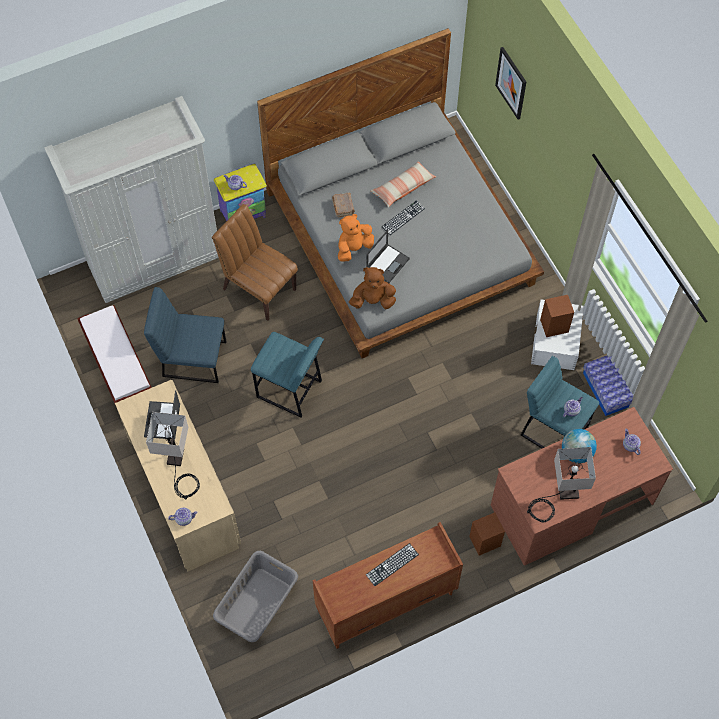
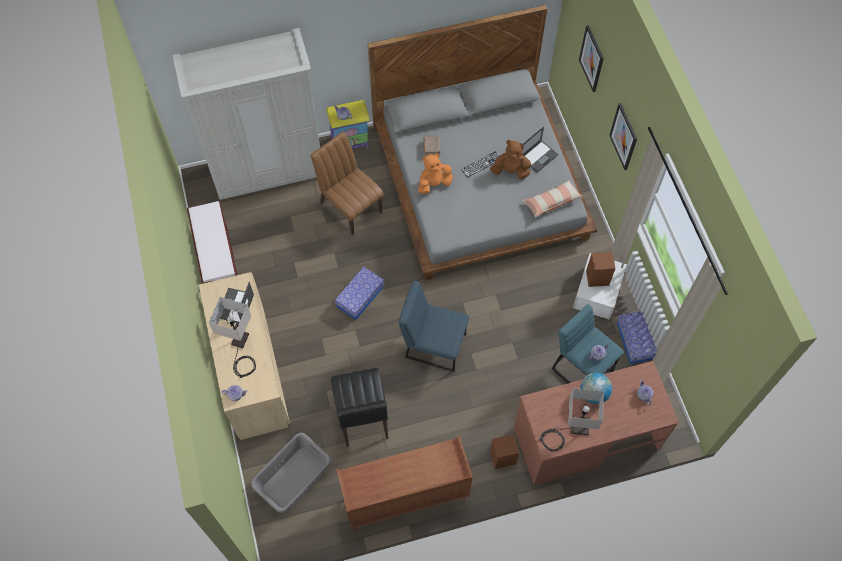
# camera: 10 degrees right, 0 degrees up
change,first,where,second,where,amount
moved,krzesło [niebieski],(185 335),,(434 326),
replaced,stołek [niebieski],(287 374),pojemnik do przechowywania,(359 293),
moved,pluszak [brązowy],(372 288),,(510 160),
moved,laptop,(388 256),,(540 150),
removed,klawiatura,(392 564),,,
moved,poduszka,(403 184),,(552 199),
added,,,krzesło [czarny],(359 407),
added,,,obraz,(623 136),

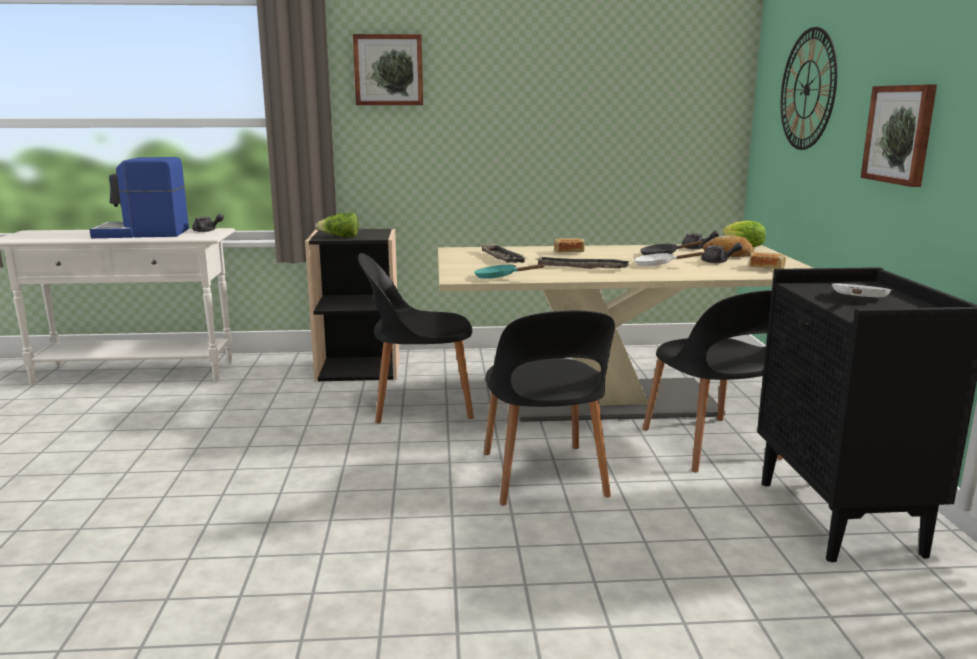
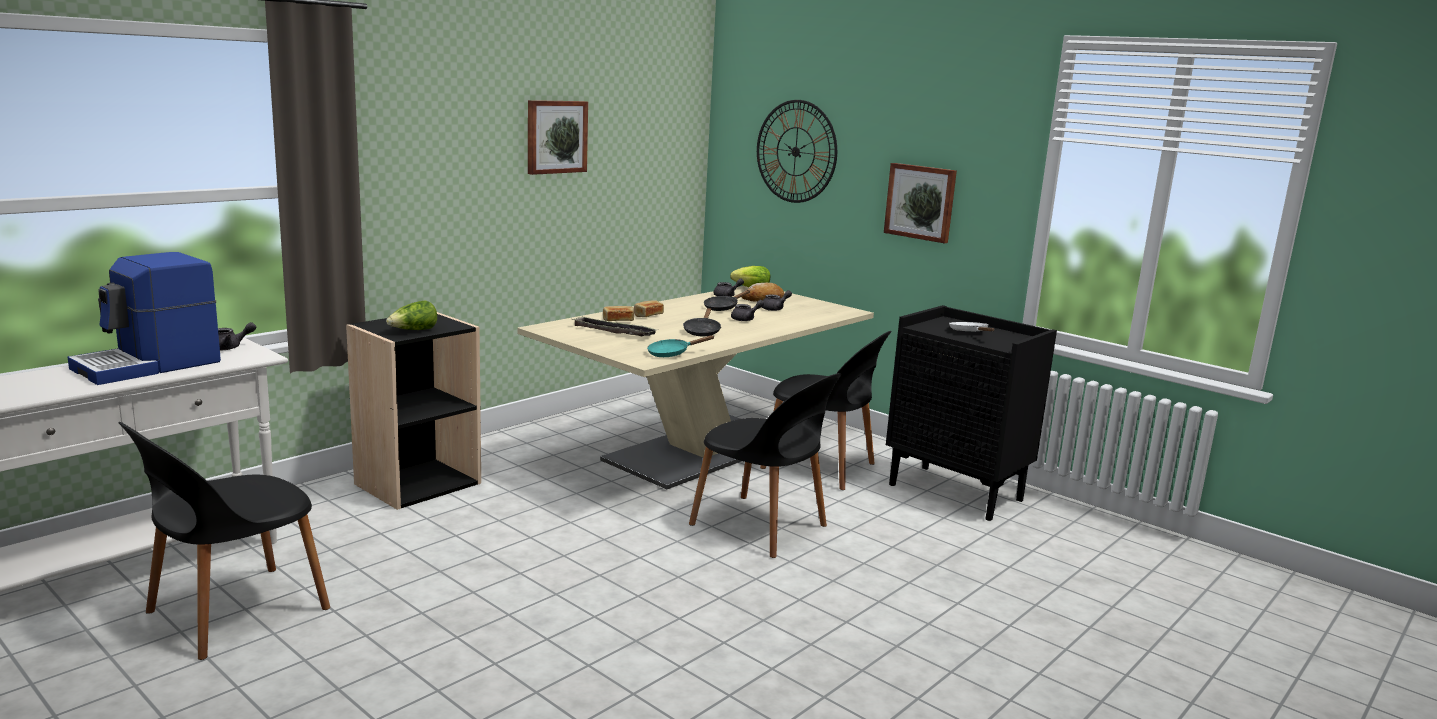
# camera: 45 degrees left, 0 degrees up
change,first,where,second,where,amount
moved,obraz,(388 69),,(558 137),
moved,krzesło [czarny],(416 338),,(224 541),
replaced,taca,(582 262),patelnia [czarny],(702 322),
replaced,patelnia [biały],(668 259),imbryk [szary],(747 310),
moved,chleb,(767 260),,(618 313),

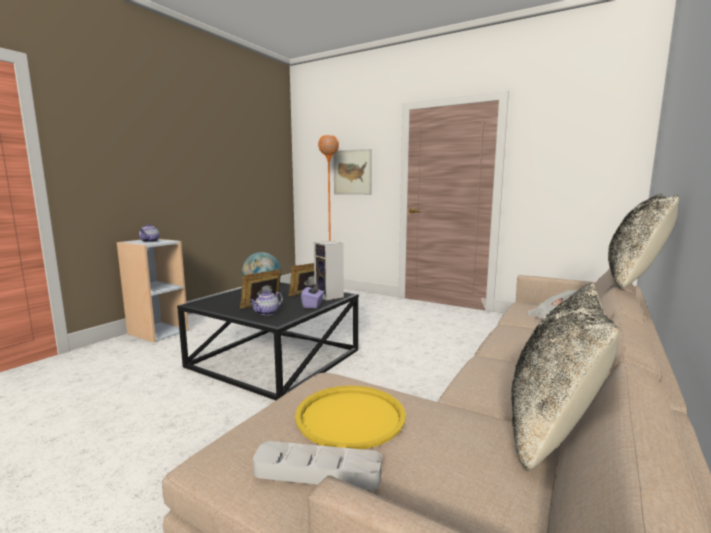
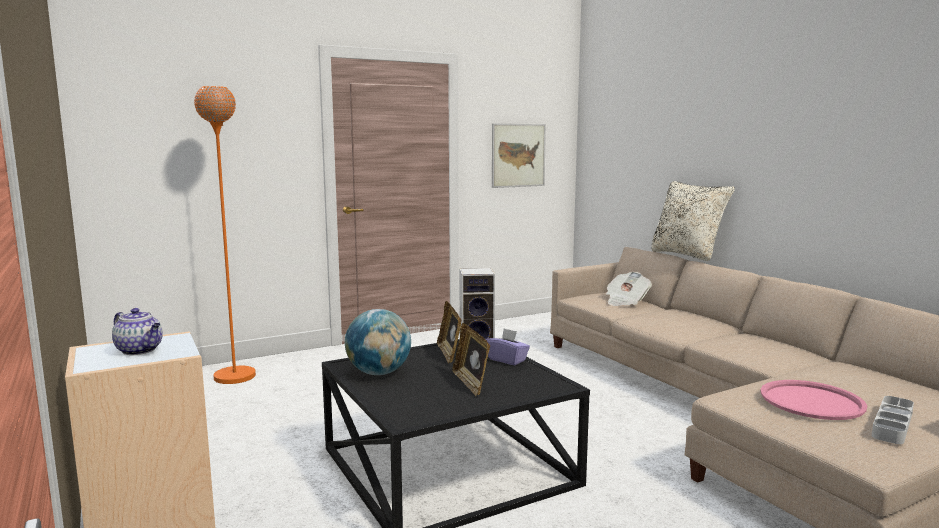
# camera: 60 degrees left, 0 degrees up
change,first,where,second,where,amount
removed,imbryk,(266 302),,,
recoloured,taca [żółty],(350 417),taca [różowy],(814 400),
moved,obraz,(353 172),,(519 156),
removed,poduszka [beżowy],(565 377),,,

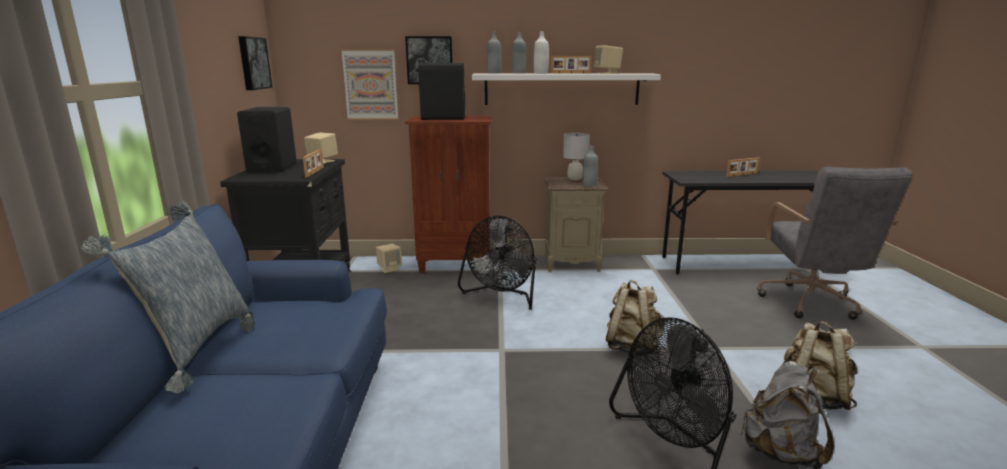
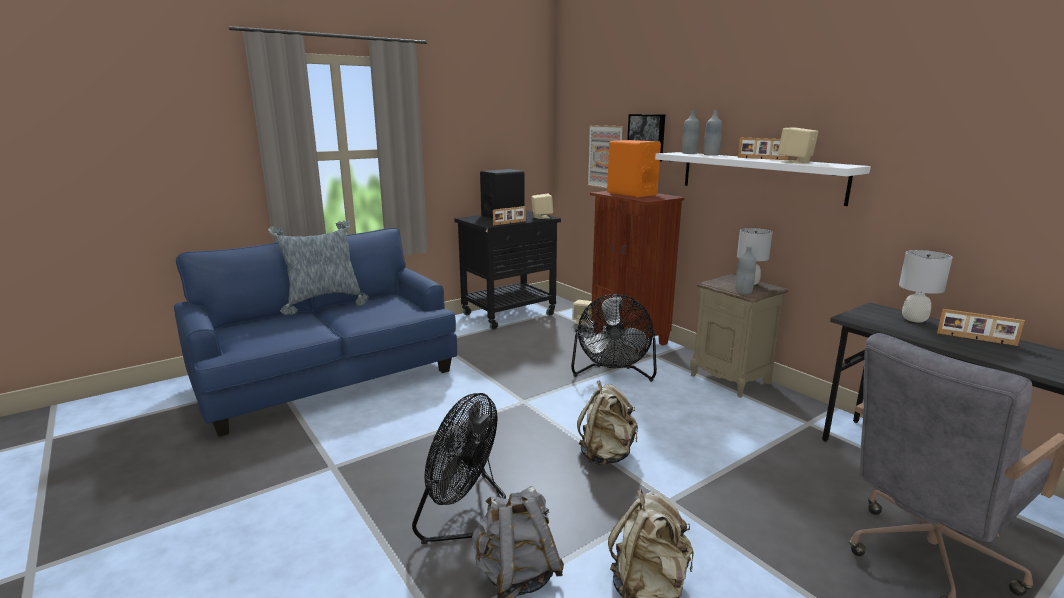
# camera: 55 degrees right, 0 degrees up
change,first,where,second,where,amount
removed,obraz,(255 63),,,
recoloured,głośnik [czarny],(440 91),głośnik [pomarańczowy],(634 168),
turned,wentylator [czarny],(498 263),,(614 338),75 degrees counterclockwise
removed,butelka [biały],(541 52),,,
added,,,lampa stołowa [szary],(926 286),

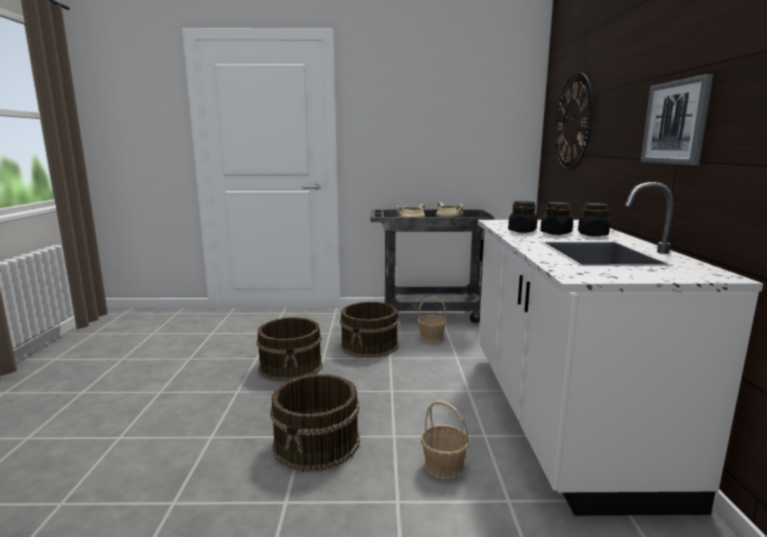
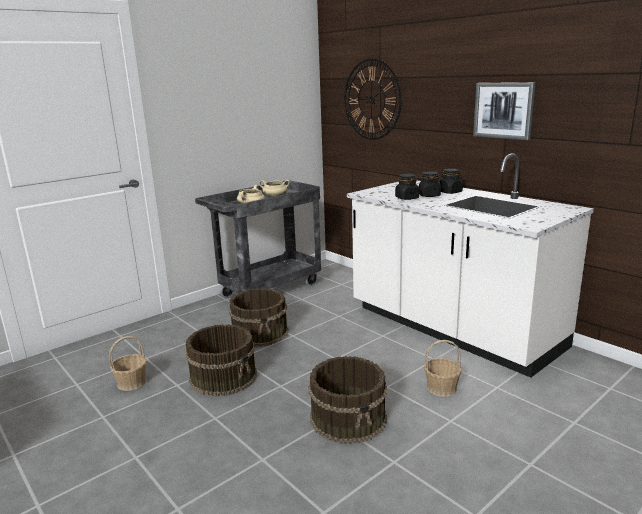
# camera: 40 degrees left, 5 degrees up
change,first,where,second,where,amount
moved,koszyk,(432 320),,(128 363),

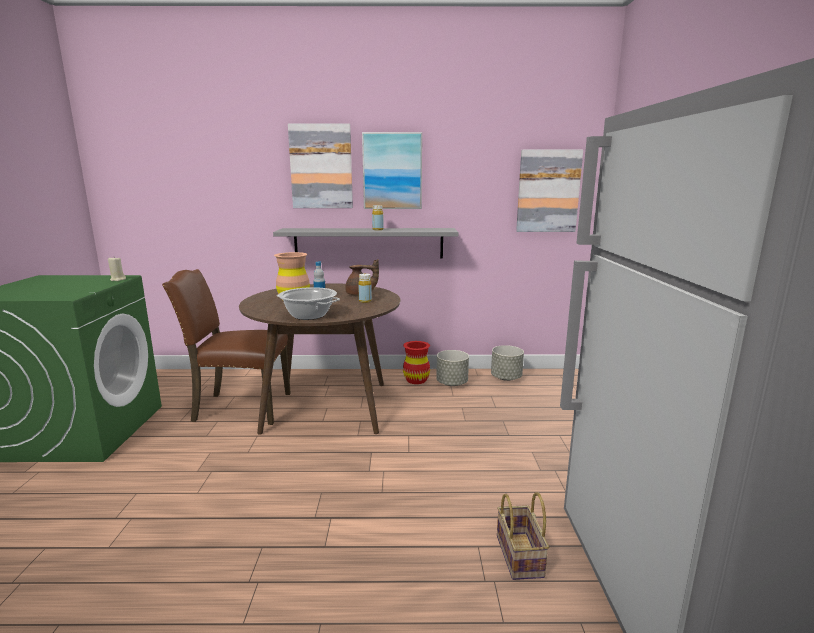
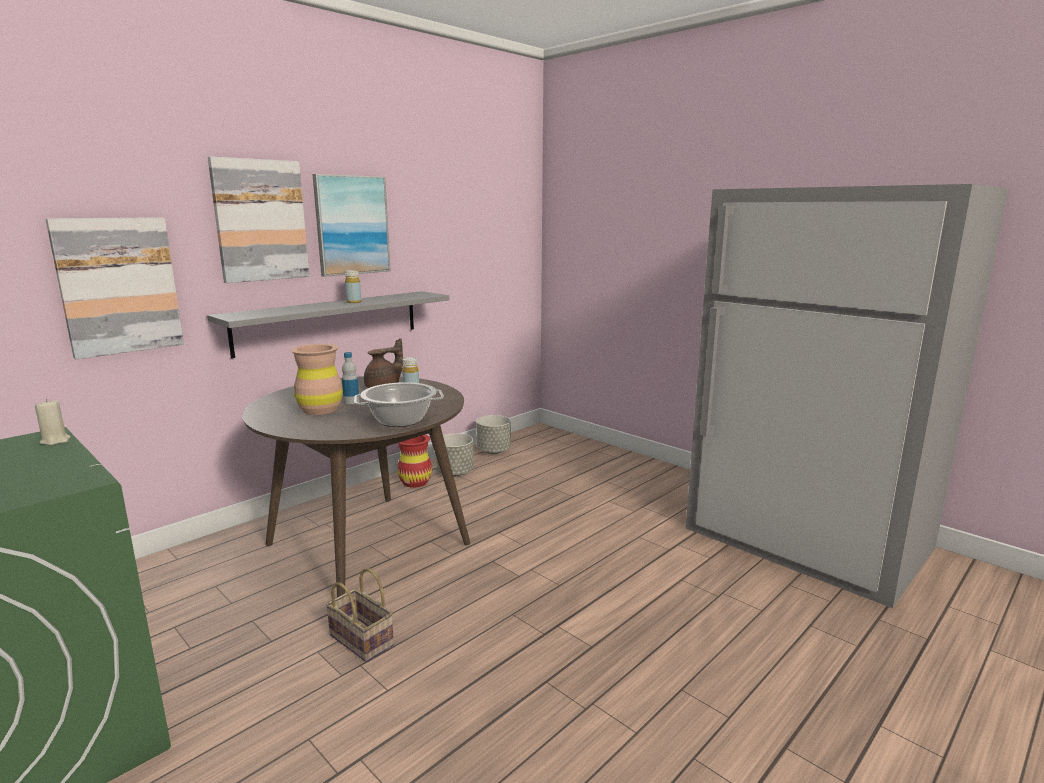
# camera: 45 degrees left, 0 degrees up
change,first,where,second,where,amount
removed,krzesło [brązowy],(226 347),,,
moved,koszyk,(523 536),,(360 615),
moved,obraz,(549 191),,(115 288),

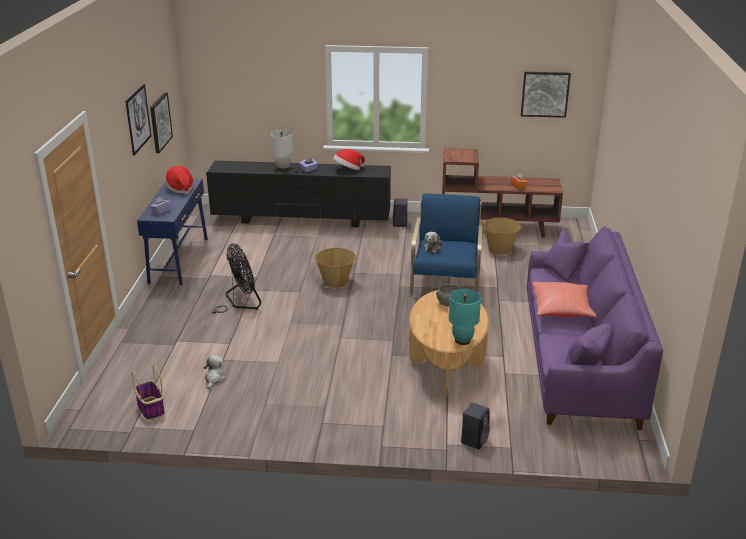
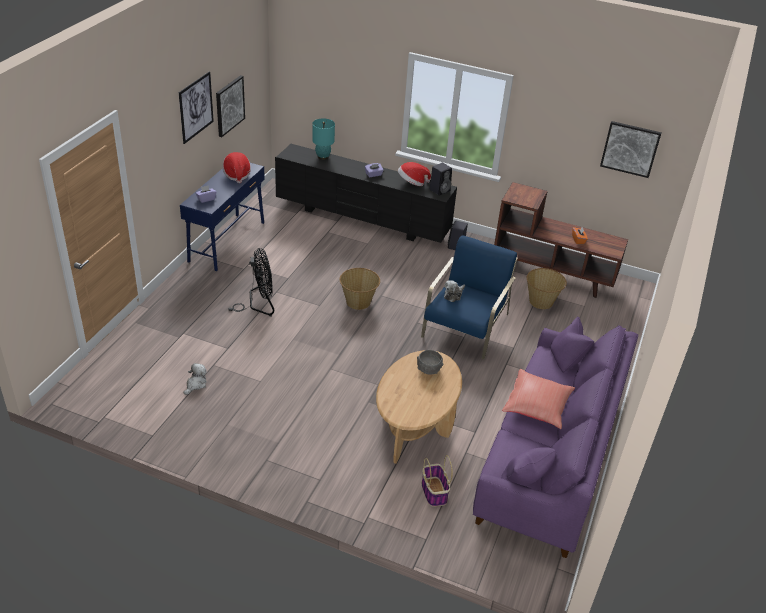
# camera: 15 degrees right, 10 degrees up
change,first,where,second,where,amount
moved,koszyk,(148 392),,(437 481),
removed,lampa stołowa [biały],(281 150),,,
moved,lampa stołowa [turkusowy],(464 317),,(323 139),
moved,głośnik [czarny],(475 426),,(441 179),

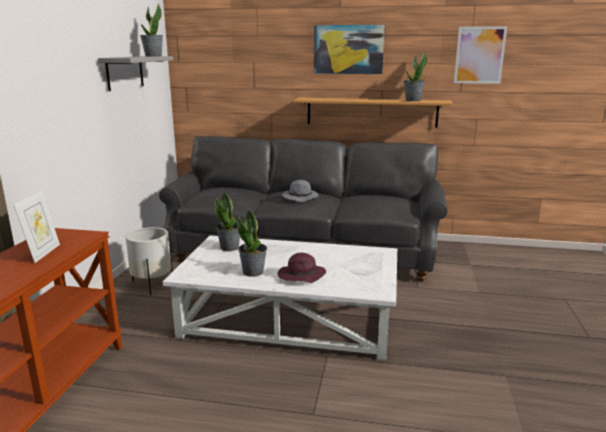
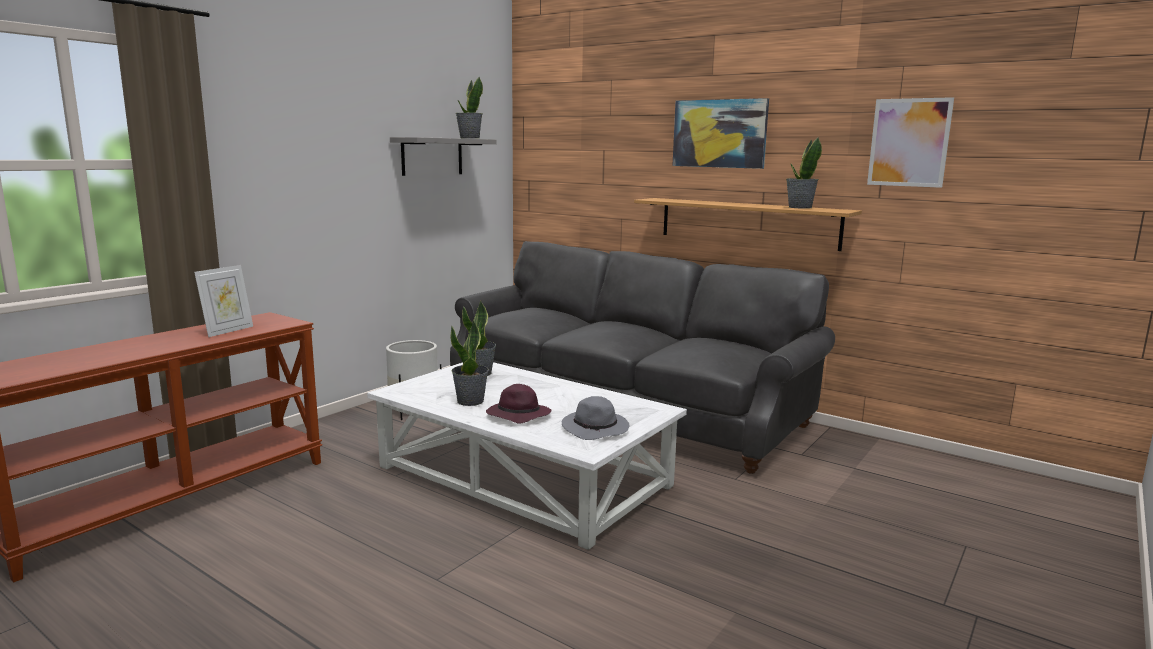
# camera: 25 degrees right, 5 degrees down
change,first,where,second,where,amount
moved,kapelusz [szary],(300 191),,(595 418),

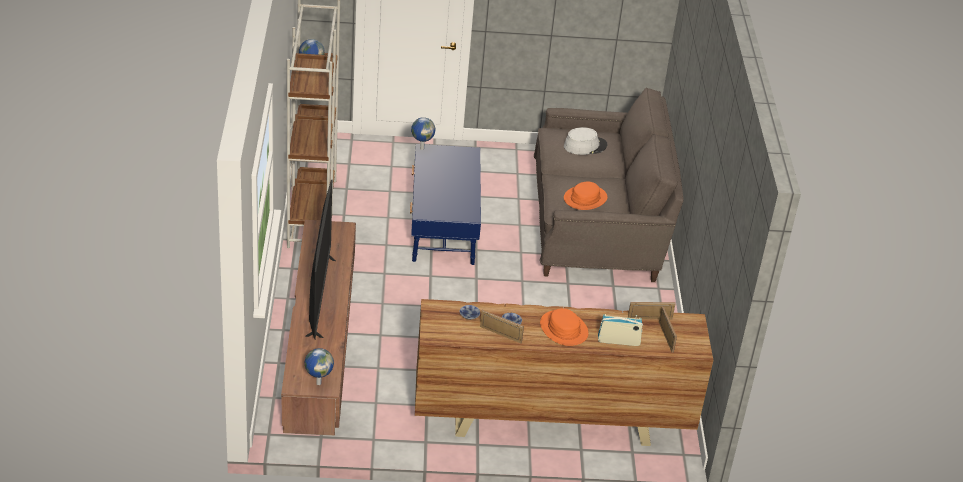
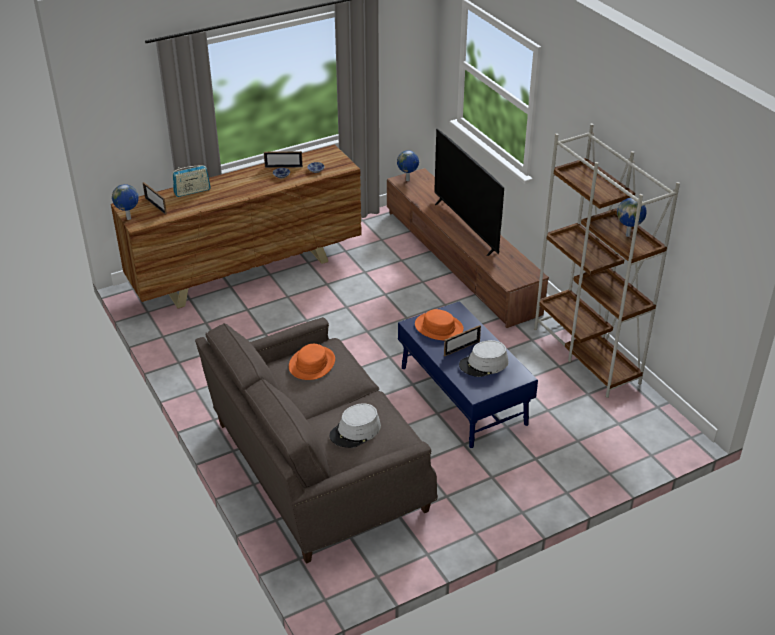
# camera: 155 degrees right, 0 degrees up
change,first,where,second,where,amount
moved,globus,(423 133),,(125 202),
moved,kapelusz [pomarańczowy],(564 327),,(439 324),
moved,ramka na zdjęcie,(652 310),,(462 340),
added,,,kapelusz [szary],(483 358),

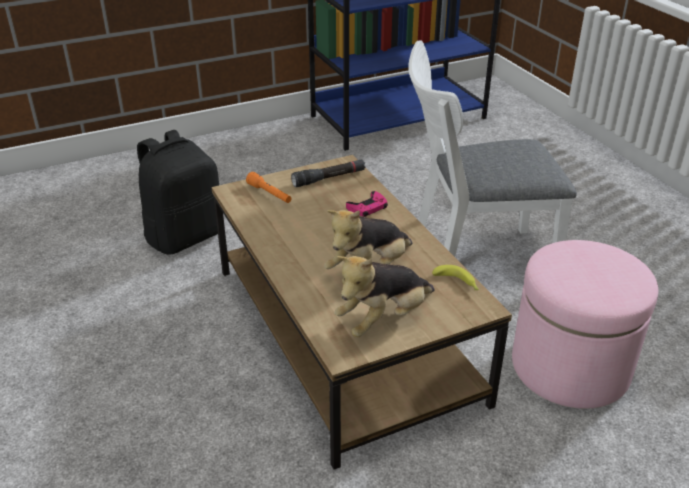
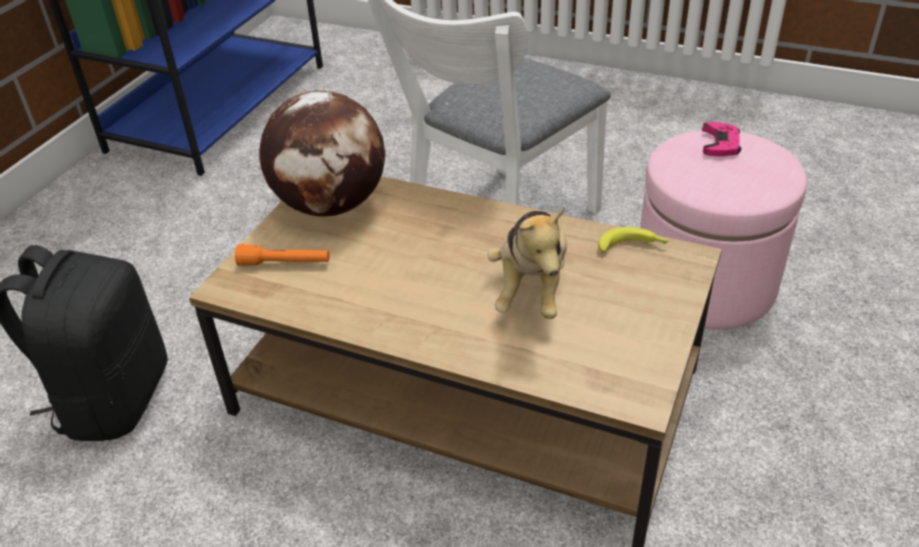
# camera: 40 degrees left, 5 degrees up
change,first,where,second,where,amount
replaced,latarka [czarny],(328 173),globus,(322 153),
removed,pluszak,(385 296),,,
moved,pad do gier [różowy],(367 204),,(721 139),

